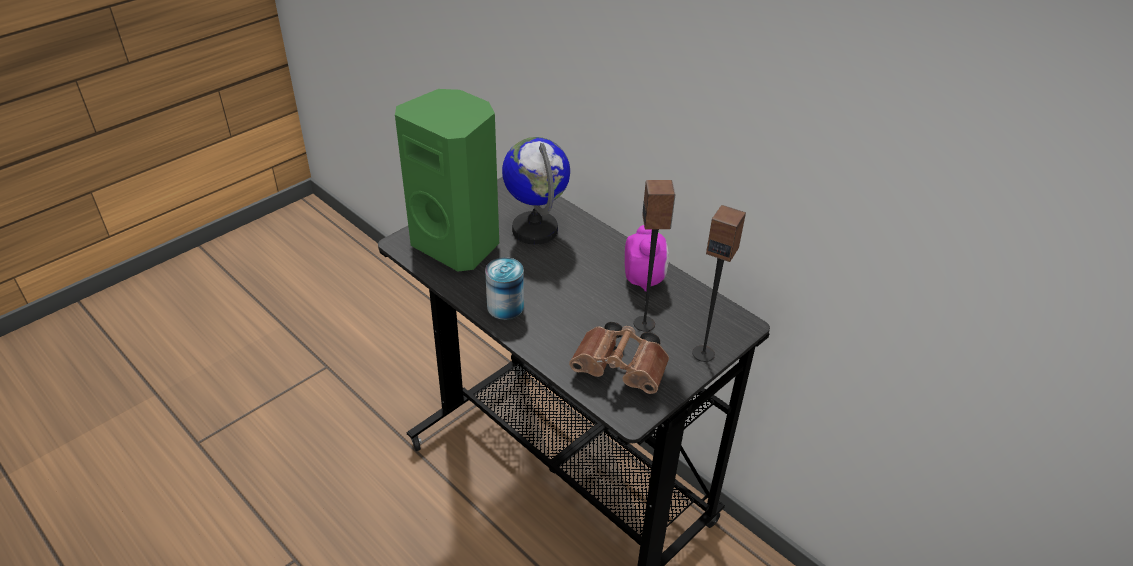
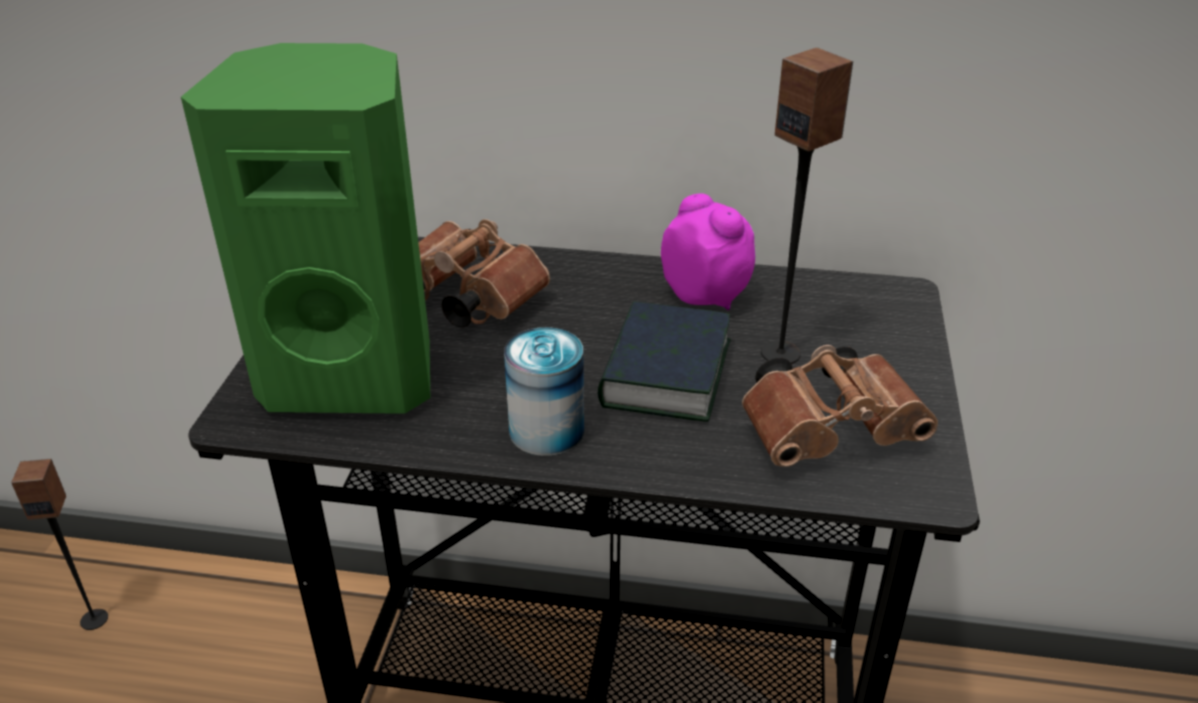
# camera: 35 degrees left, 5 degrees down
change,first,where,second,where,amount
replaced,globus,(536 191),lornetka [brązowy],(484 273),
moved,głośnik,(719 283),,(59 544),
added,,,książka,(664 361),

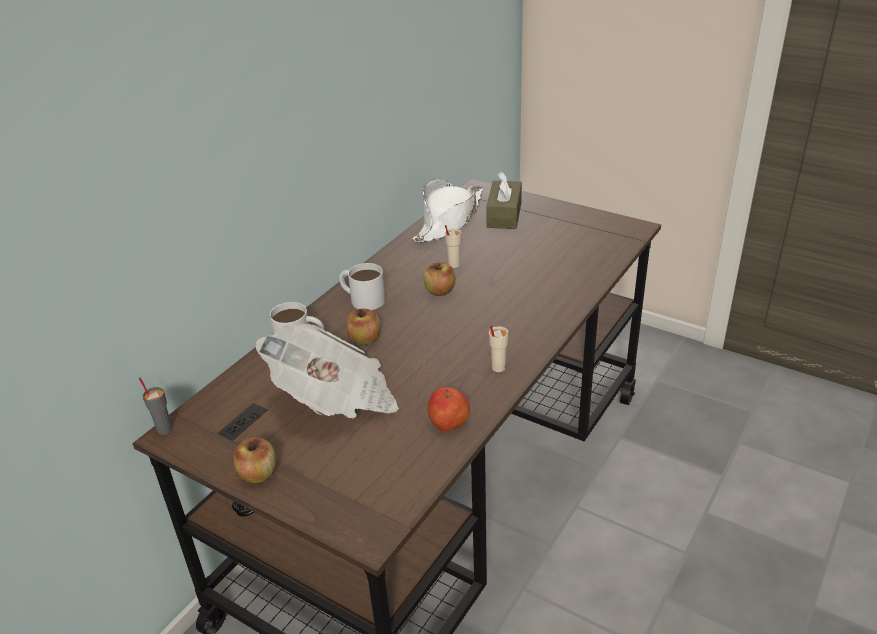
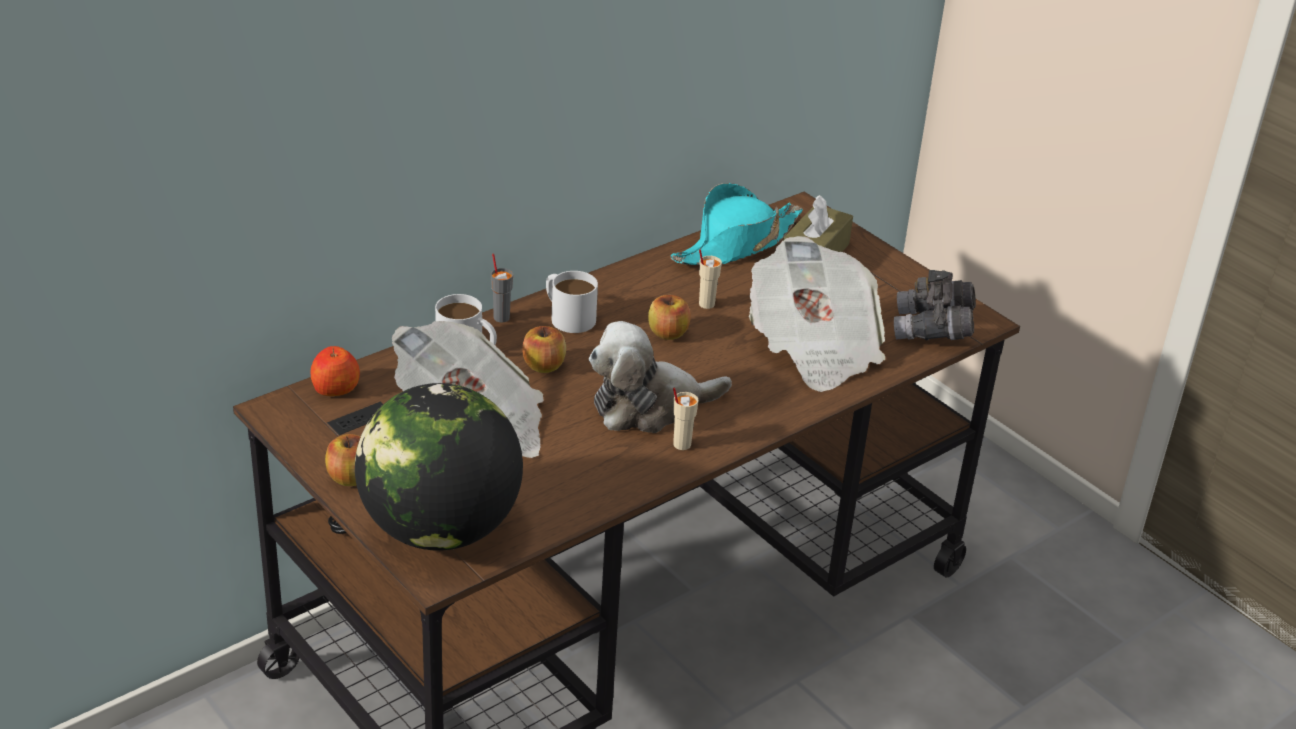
# camera: 15 degrees right, 0 degrees up
change,first,where,second,where,amount
moved,filiżanka [szary],(155 406),,(502 287),
recoloured,kapelusz [biały],(448 211),kapelusz [turkusowy],(737 224),
moved,jabłko,(448 409),,(335 371),
added,,,globus,(439 467),
added,,,pluszak,(660 377),
added,,,gazeta,(817 314),
added,,,lornetka [szary],(935 305),

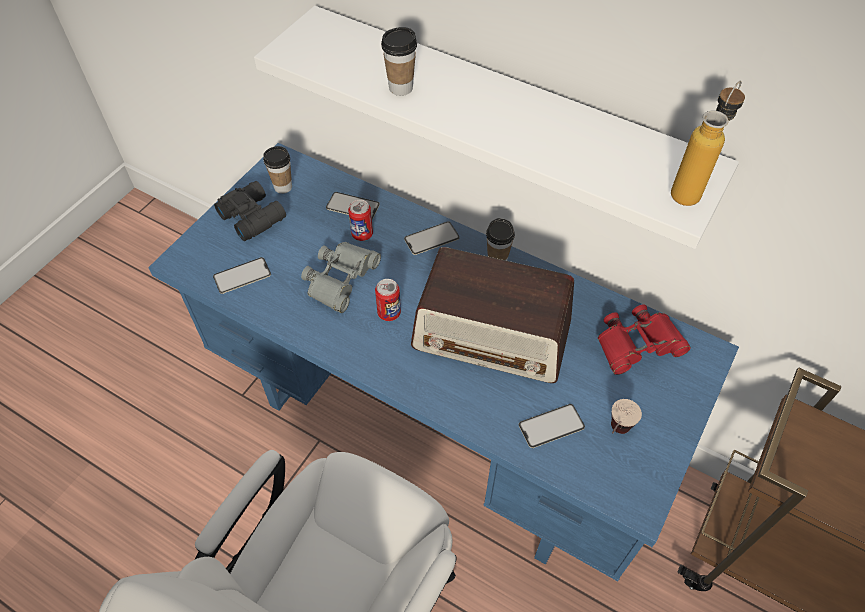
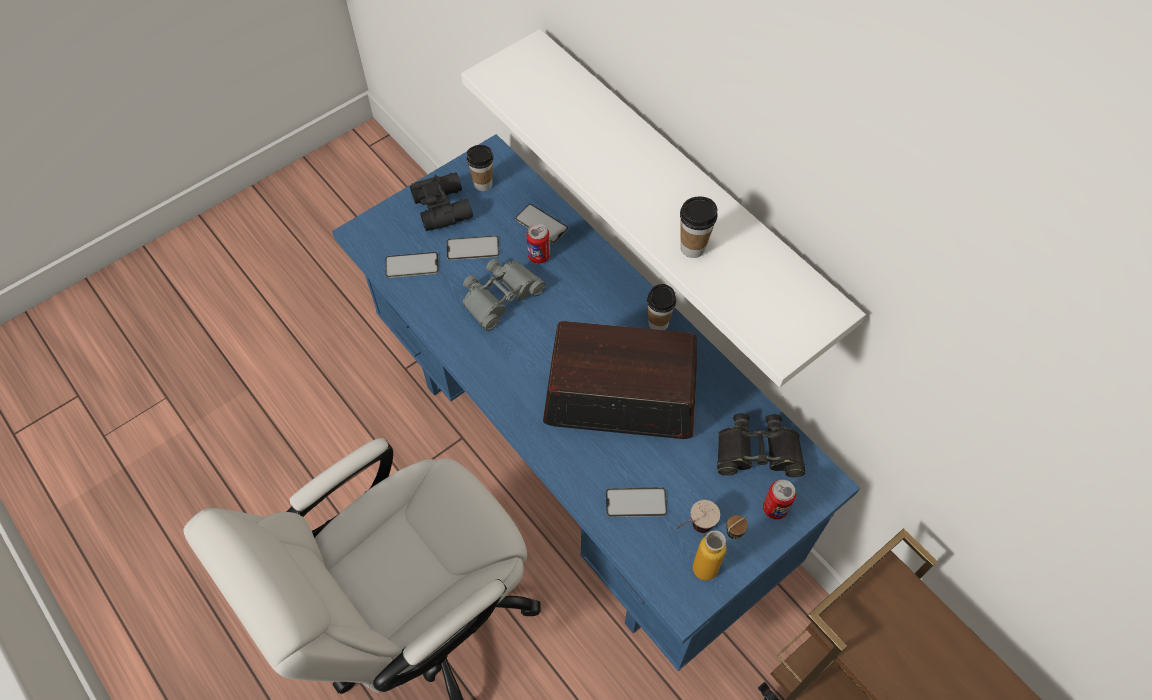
# camera: 20 degrees right, 5 degrees up
change,first,where,second,where,amount
moved,puszka,(388 300),,(779 500),
moved,filiżanka,(399 61),,(699 227),
moved,telefon,(431 238),,(473 247),
turned,radio,(492 315),,(620 380),150 degrees clockwise
recoloured,lornetka [czerwony],(644 339),lornetka [czarny],(761 445),
moved,butelka,(708 143),,(720 548),

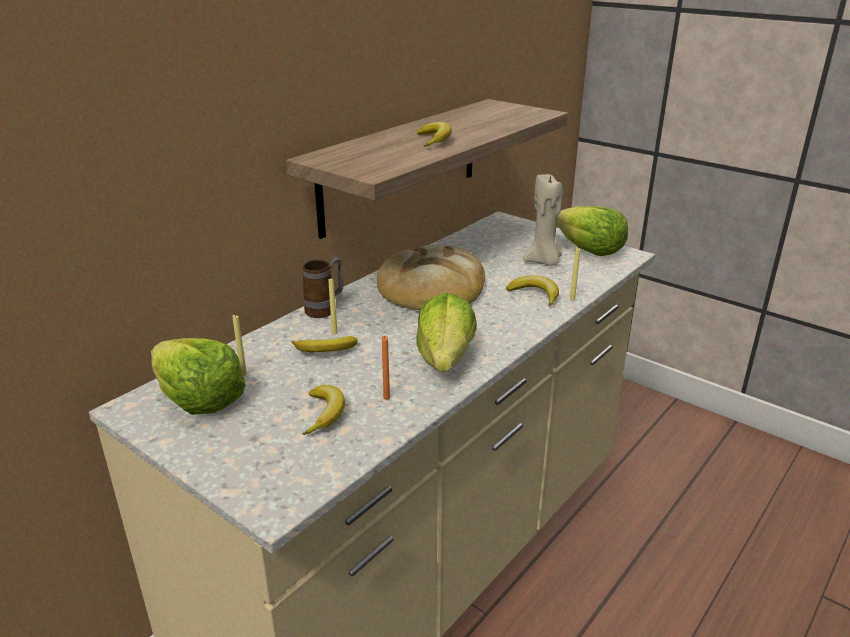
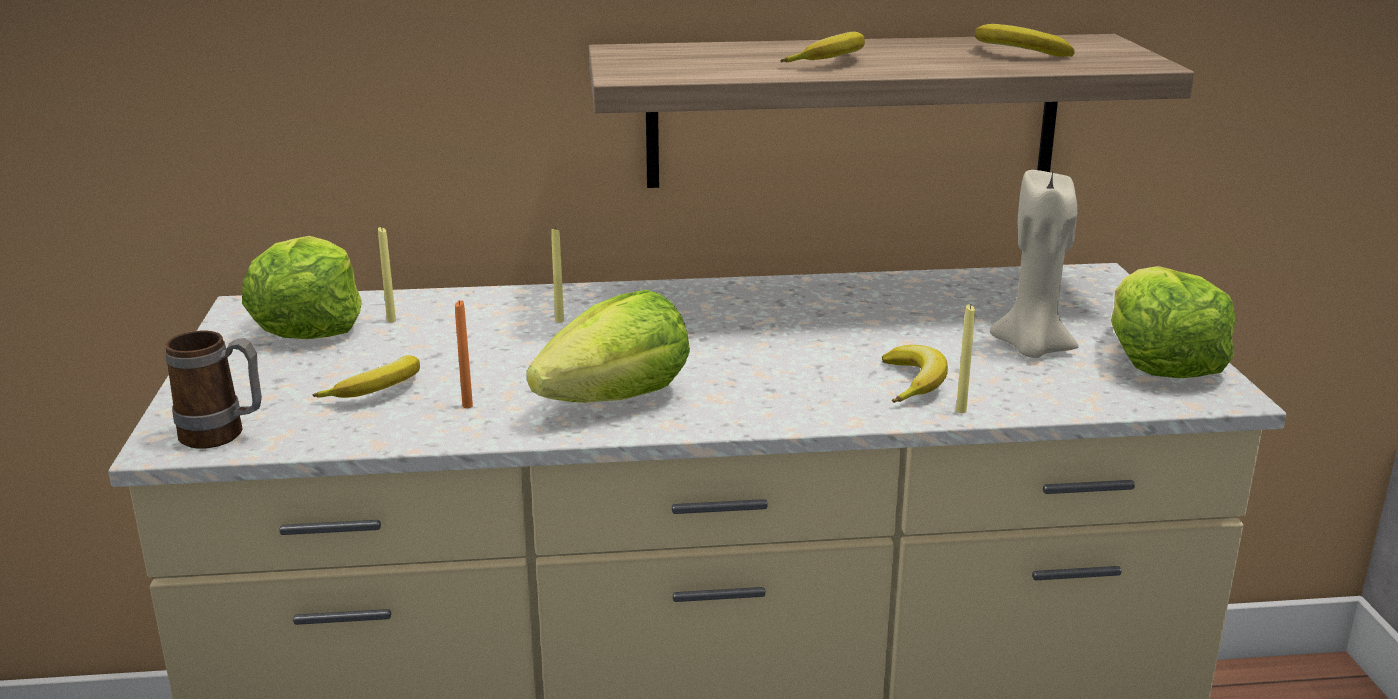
# camera: 45 degrees right, 5 degrees down
change,first,where,second,where,amount
moved,banan,(325 344),,(1025 40),
moved,kubek,(322 287),,(213 389),
removed,chleb,(431 277),,,

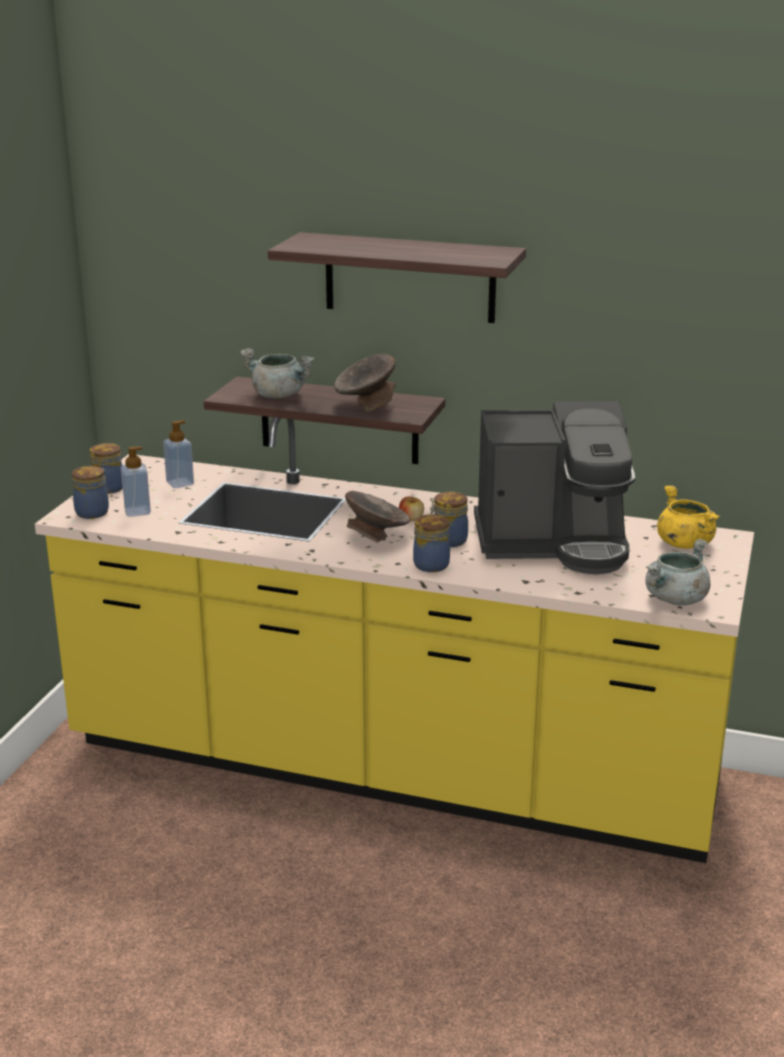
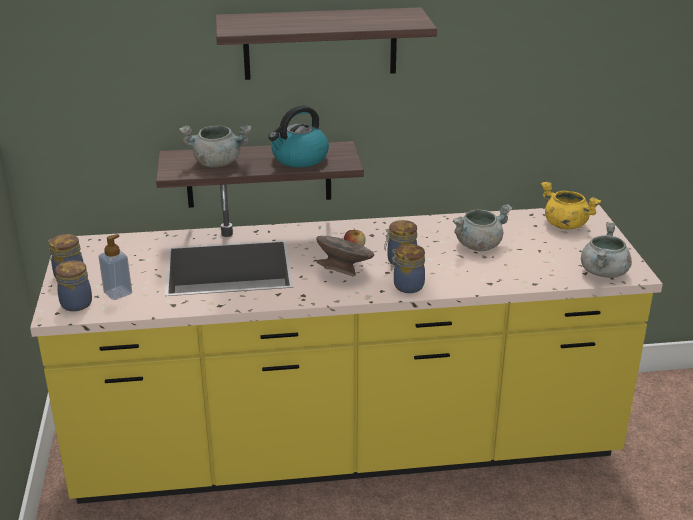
# camera: 25 degrees left, 5 degrees up
change,first,where,second,where,amount
removed,dozownik mydła,(178 454),,,
replaced,miska [szary],(365 383),czajnik,(298 137),
replaced,ekspres do kawy,(554 487),garnek [szary],(482 227),

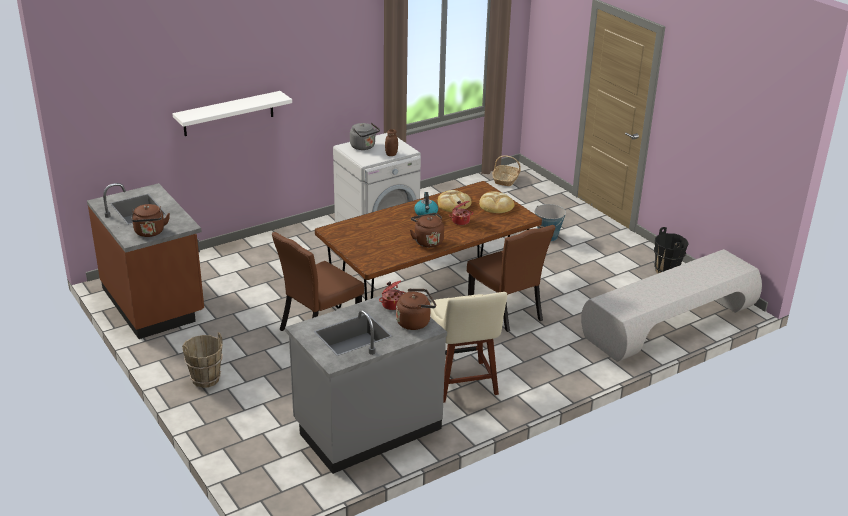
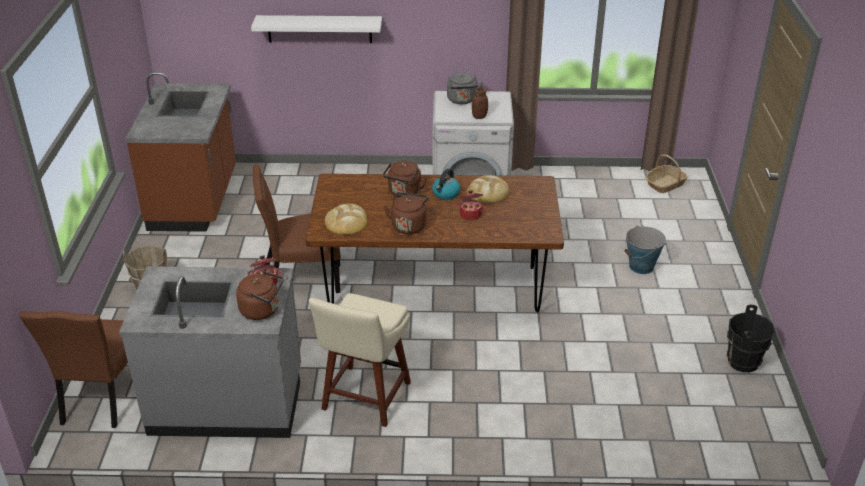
# camera: 35 degrees right, 5 degrees up
change,first,where,second,where,amount
moved,czajnik [brązowy],(150 220),,(405 179),
moved,krzesło [brązowy],(511 278),,(73 369),
moved,chleb,(496 202),,(346 219),
removed,ławka [szary],(671 305),,,

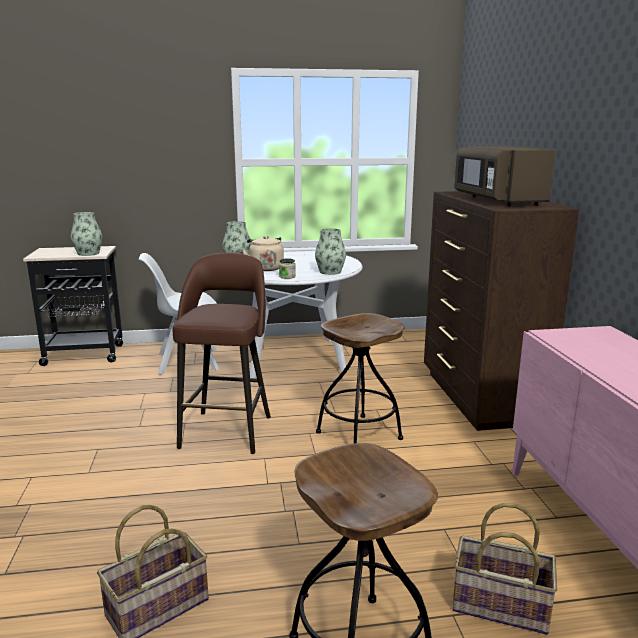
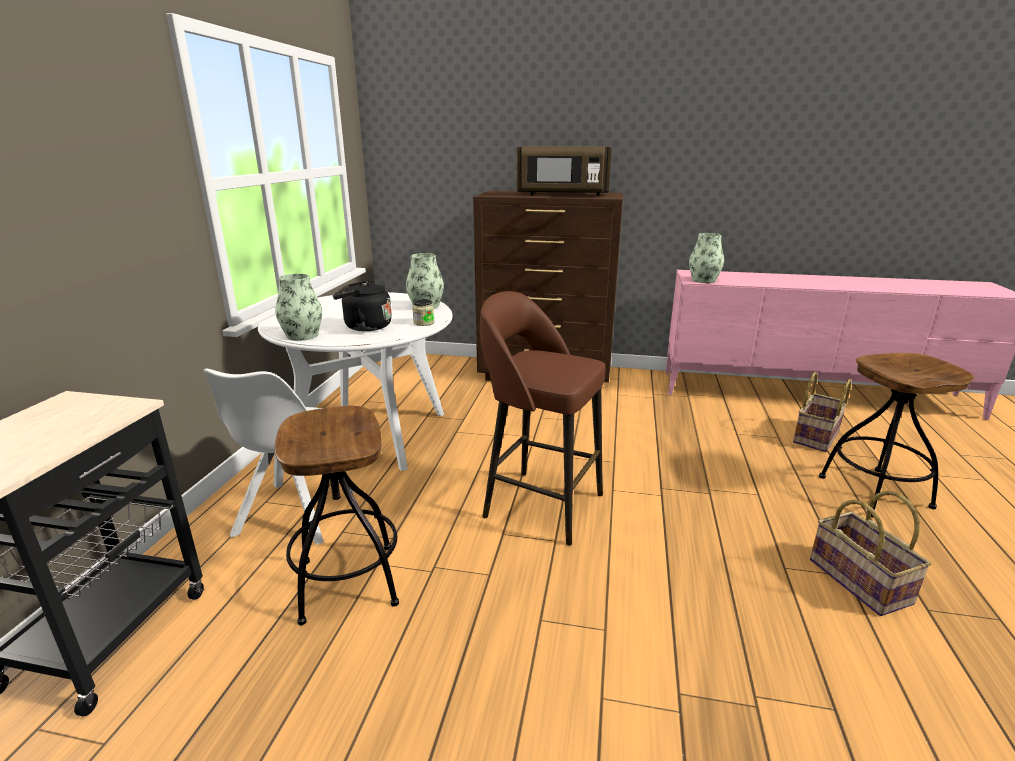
# camera: 70 degrees left, 5 degrees up
change,first,where,second,where,amount
moved,wazon,(86 234),,(706 258),
recoloured,czajnik [beżowy],(263 253),czajnik [czarny],(362 305),
moved,stołek [brązowy],(360 378),,(336 515),

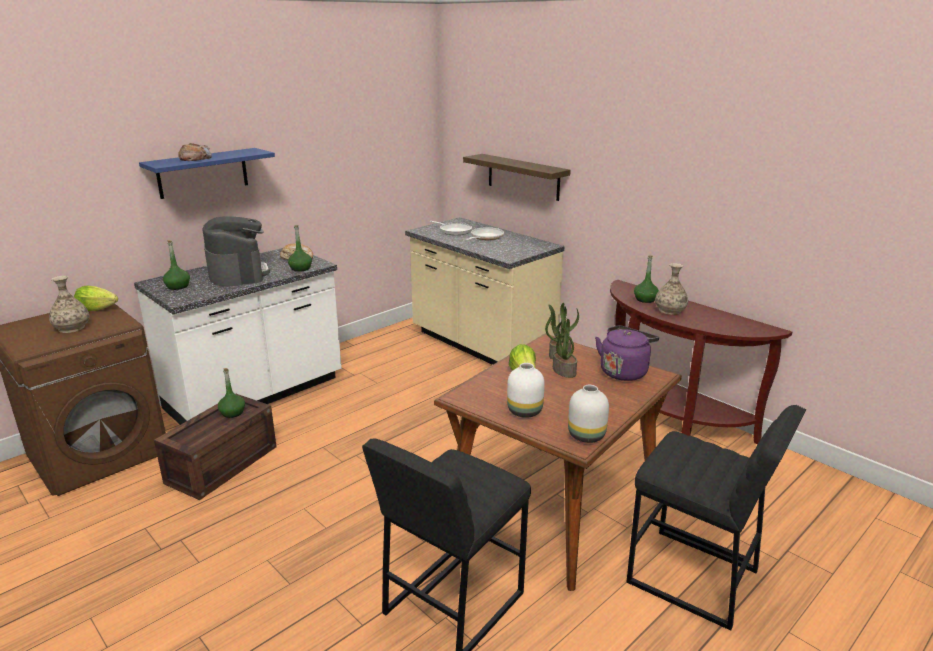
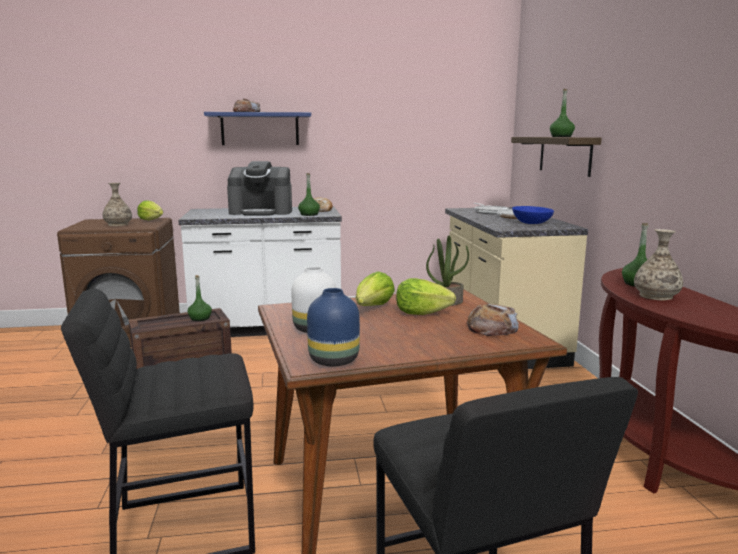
# camera: 35 degrees right, 10 degrees down
change,first,where,second,where,amount
moved,butelka [zielony],(176 265),,(562 113),
turned,ekspres do kawy,(236 251),,(259 188),75 degrees clockwise
replaced,roślina doniczkowa,(565 348),sałata,(426 296),
recoloured,wazon [biały],(588 414),wazon [niebieski],(333 327),
replaced,czajnik [fioletowy],(627 353),chleb,(493 320),
added,,,miska [niebieski],(533 215),

